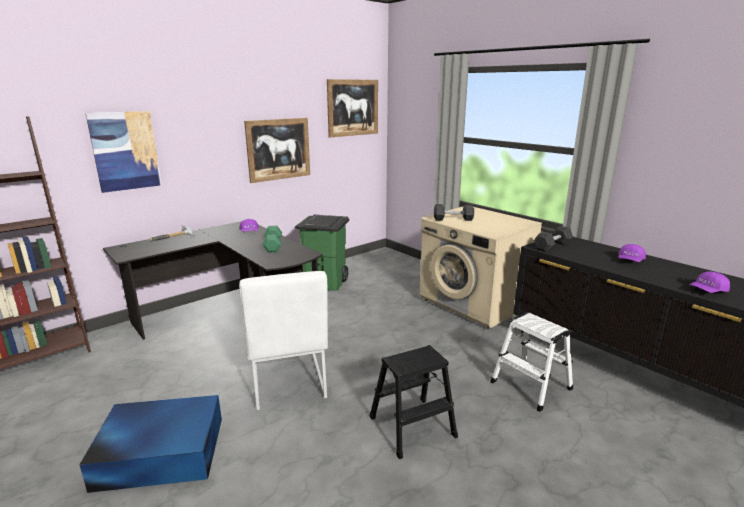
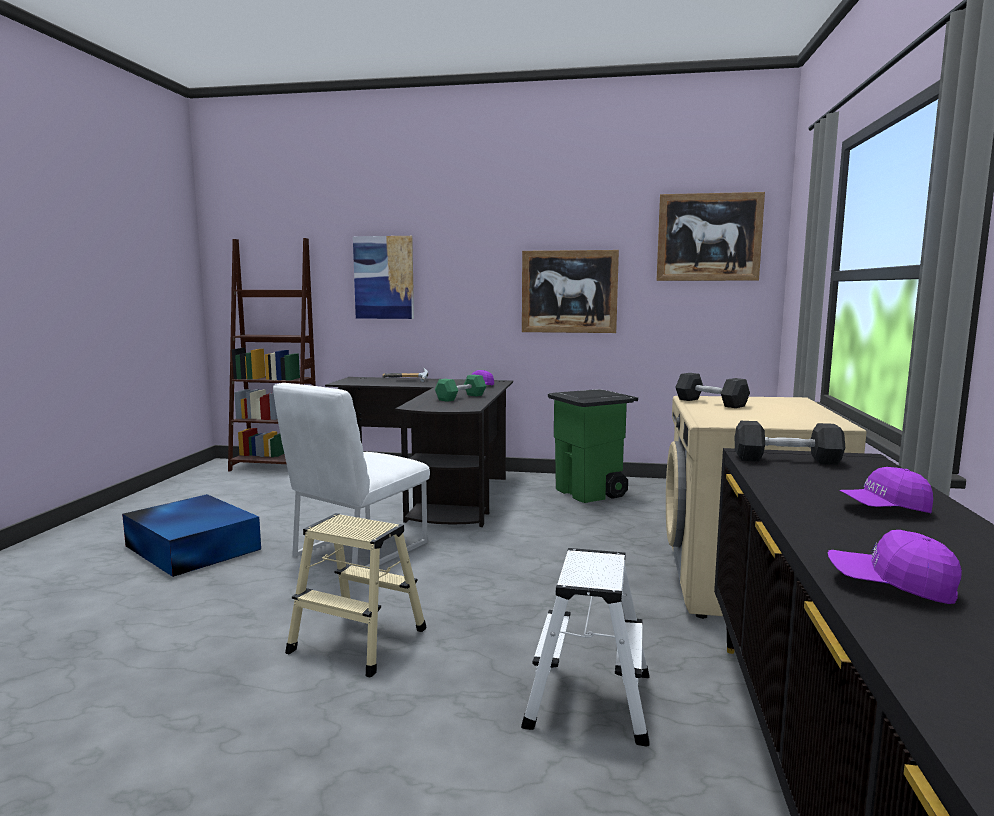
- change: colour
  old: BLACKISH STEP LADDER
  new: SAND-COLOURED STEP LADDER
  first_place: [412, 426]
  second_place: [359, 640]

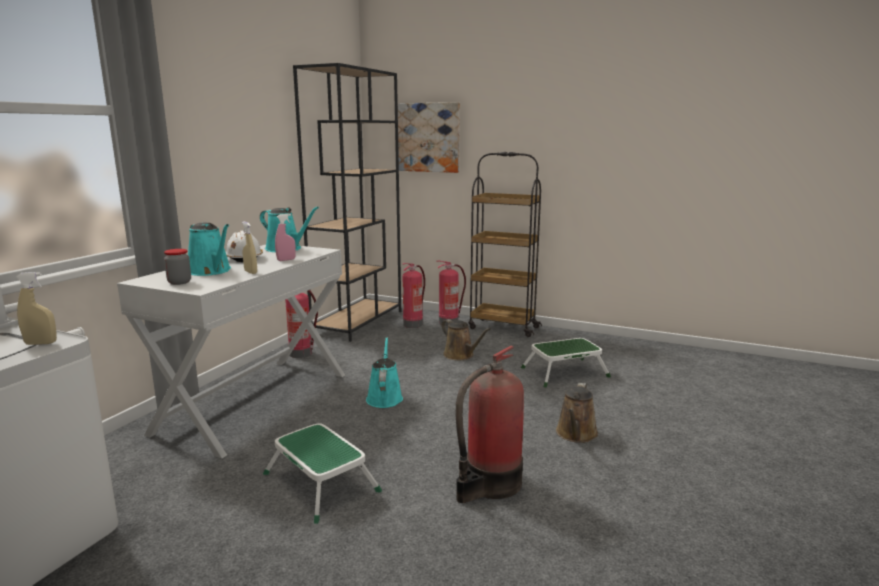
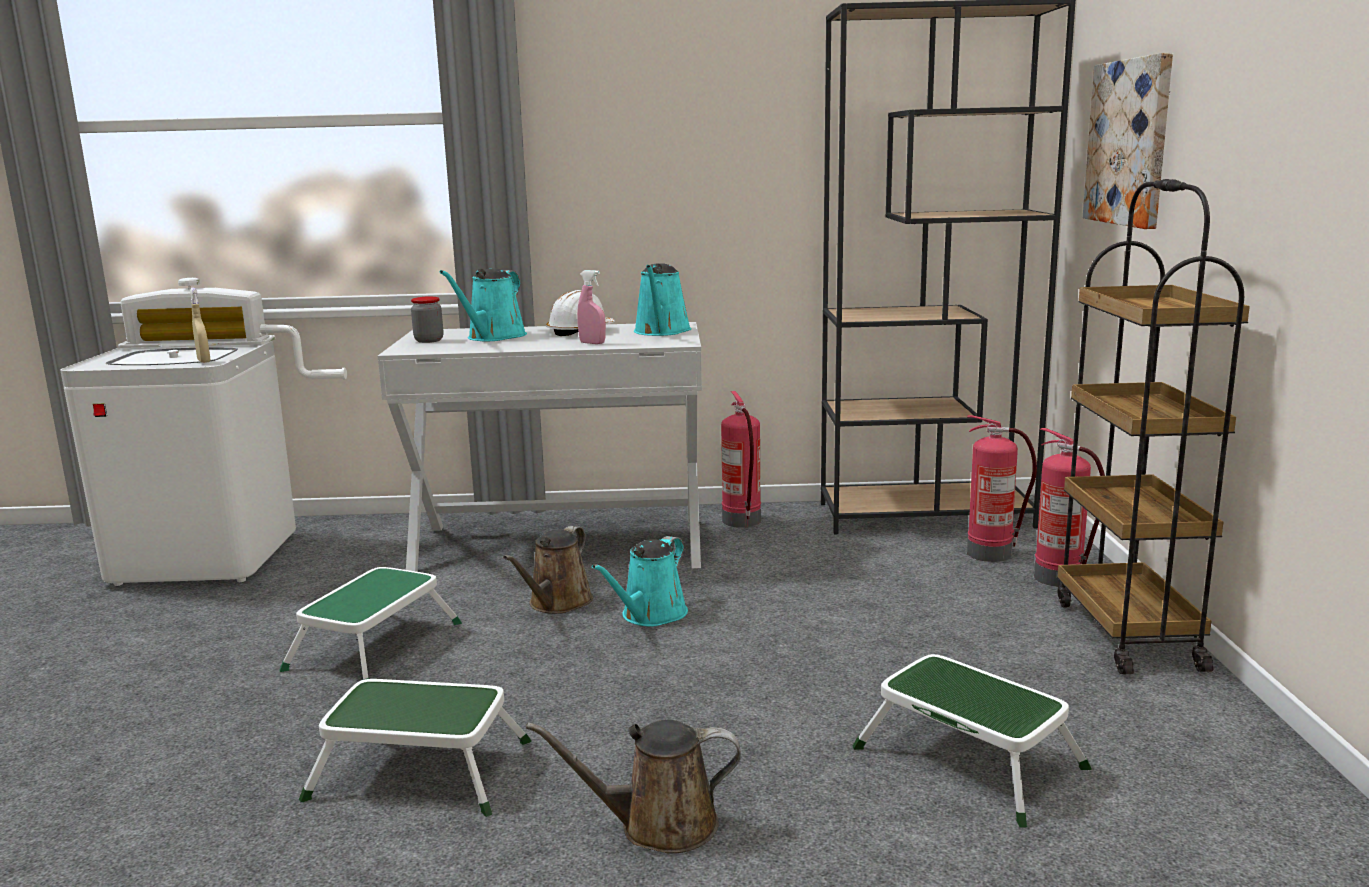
- change: missing
  old: SAND-COLOURED HAND SPRAYER
  first_place: [250, 272]
- change: spun
  old: TURQUOISE-COLOURED WATERING POT
  first_place: [384, 397]
  second_place: [650, 615]
  degrees: 150
- change: relocated
  old: BROWN WATERING POT
  first_place: [460, 355]
  second_place: [557, 603]
- change: exchanged
  old: EXTINGUISHER
  new: GREEN-COLOURED STEP LADDER
  first_place: [490, 484]
  second_place: [420, 769]

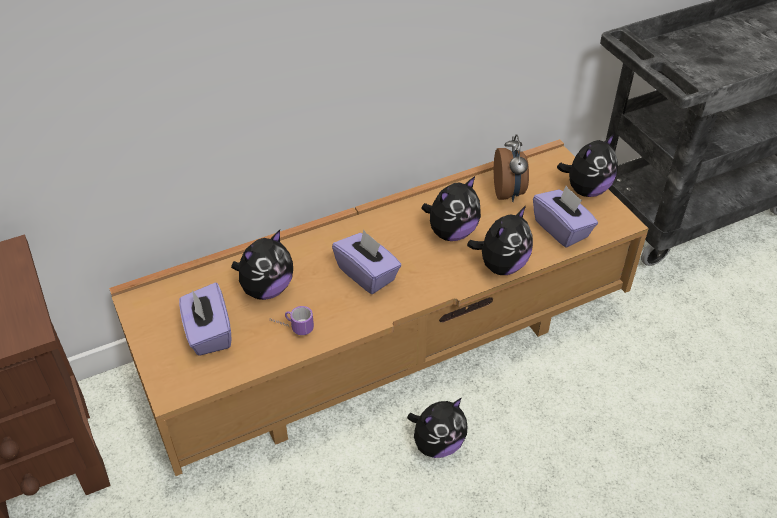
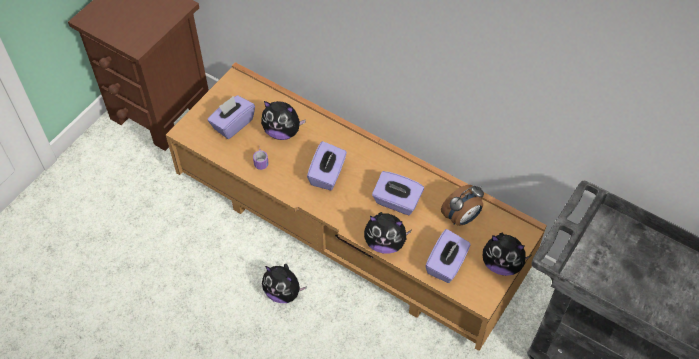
- change: exchanged
  old: CUDDLY TOY
  new: PURPLISH TISSUE HOLDER
  first_place: [451, 232]
  second_place: [396, 202]

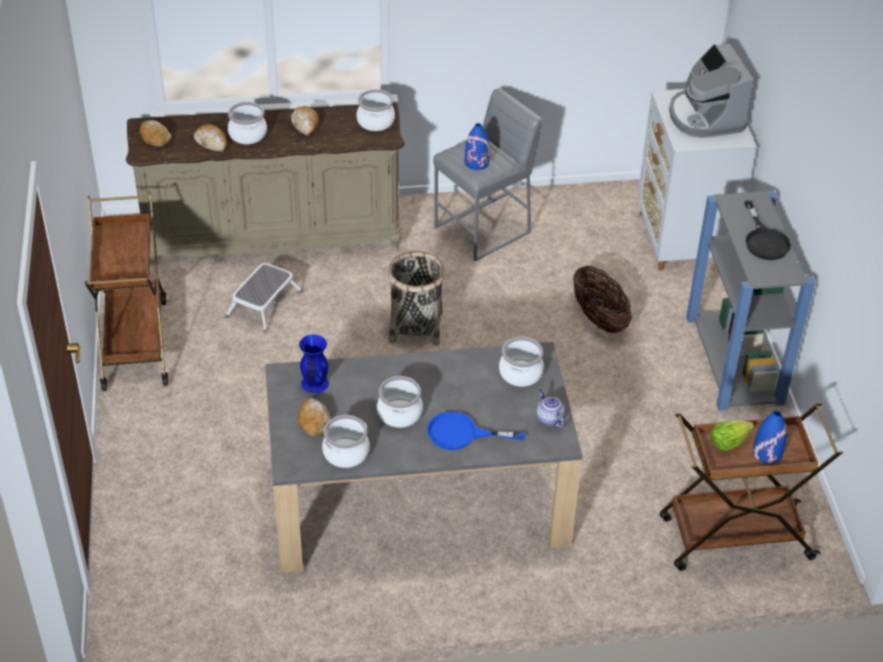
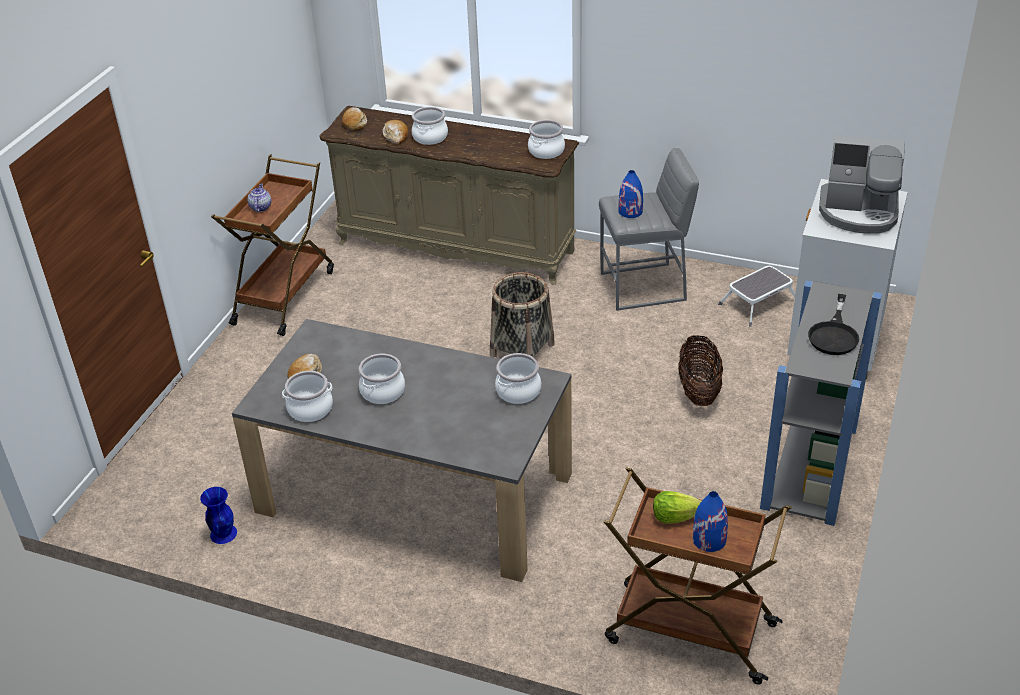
- change: relocated
  old: GREYISH STEP LADDER
  first_place: [264, 304]
  second_place: [759, 303]
- change: missing
  old: BAKED BREAD
  first_place: [306, 124]
- change: relocated
  old: BLUE-COLOURED FLOWER VASE
  first_place: [314, 383]
  second_place: [223, 533]
- change: missing
  old: BLUE-COLOURED PAN
  first_place: [461, 434]
- change: relocated
  old: TEA POT
  first_place: [549, 418]
  second_place: [260, 207]
- change: spun
  old: COFFEE BREWER
  first_place: [705, 117]
  second_place: [859, 212]
  degrees: -90

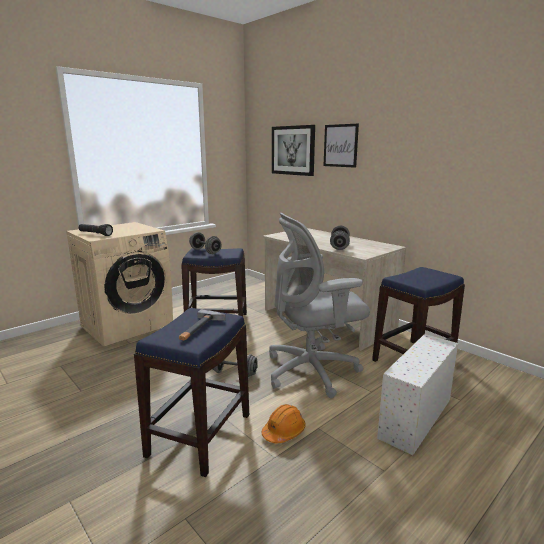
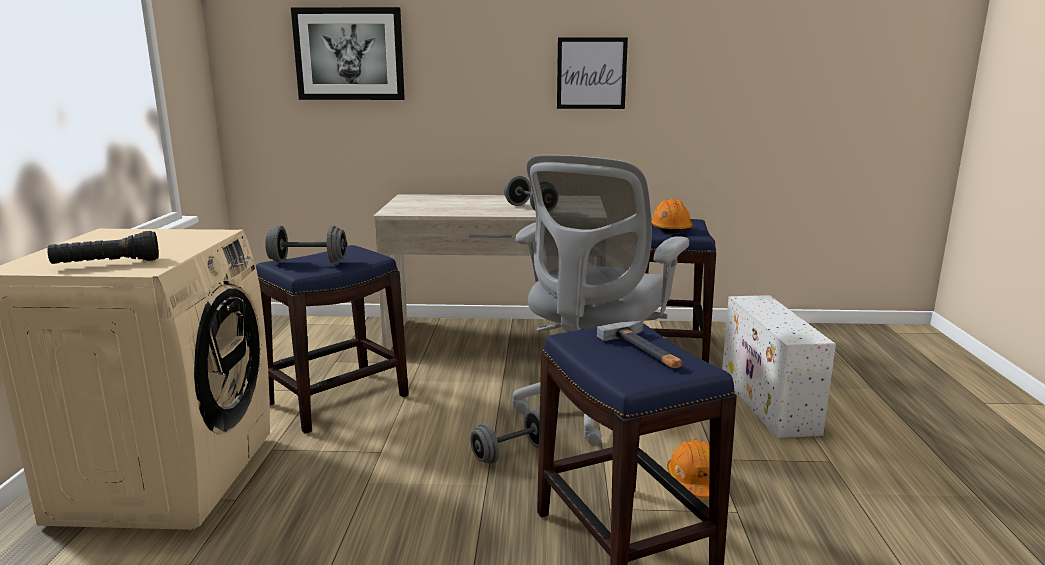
- change: relocated
  old: WALL ART
  first_place: [340, 145]
  second_place: [591, 73]
- change: appeared
  new: ORANGE-COLOURED SAFETY HELMET
  second_place: [670, 229]

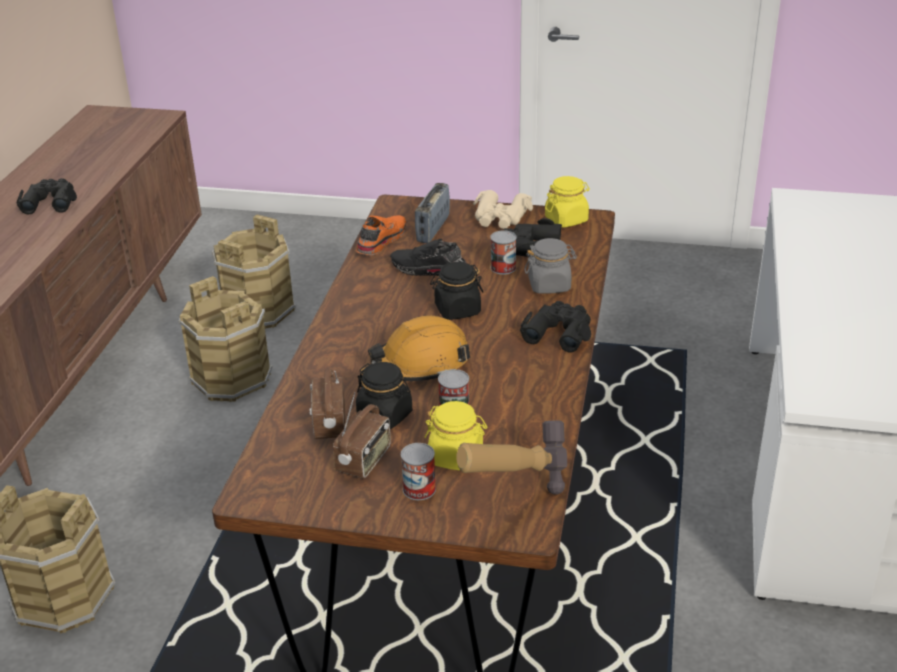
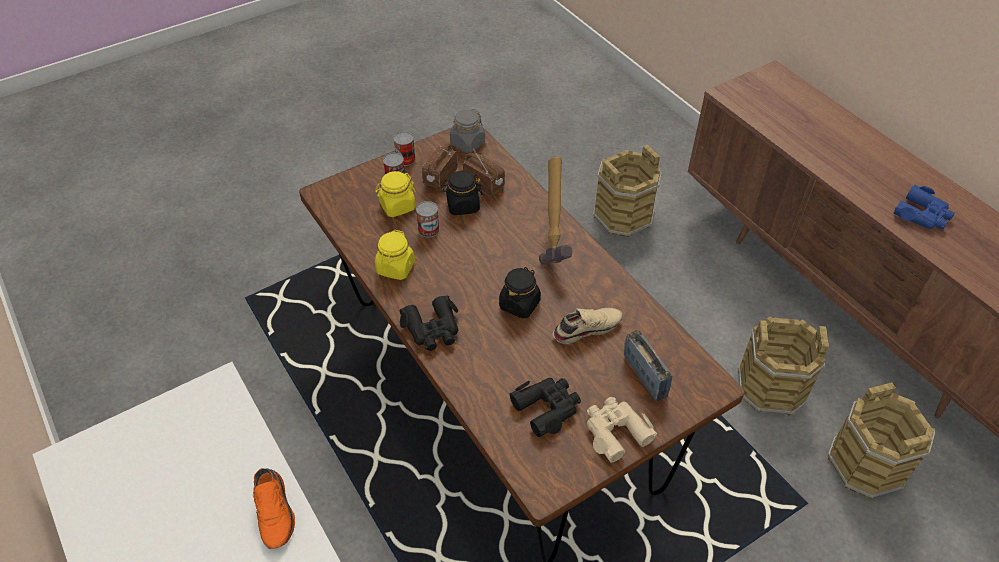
- change: colour
  old: BLACKISH FIELD GLASSES
  new: BLUE-COLOURED FIELD GLASSES
  first_place: [50, 202]
  second_place: [922, 215]
- change: spun
  old: RADIO
  first_place: [364, 461]
  second_place: [440, 177]
  degrees: 45
- change: relocated
  old: ORANGE-COLOURED LOW SHOE
  first_place: [380, 241]
  second_place: [276, 512]
- change: missing
  old: ORANGE-COLOURED SAFETY HELMET
  first_place: [421, 363]
- change: colour
  old: BLACKISH LOW SHOE
  new: SAND-COLOURED LOW SHOE
  first_place: [428, 270]
  second_place: [586, 328]
- change: relocated
  old: HAMMER
  first_place: [512, 503]
  second_place: [556, 243]
- change: relocated
  old: SEALED CAN
  first_place: [503, 268]
  second_place: [405, 159]
- change: relocated
  old: GREYISH JAR
  first_place: [549, 285]
  second_place: [467, 143]
- change: relocated
  old: YELLOWISH JAR
  first_place: [566, 219]
  second_place: [395, 268]

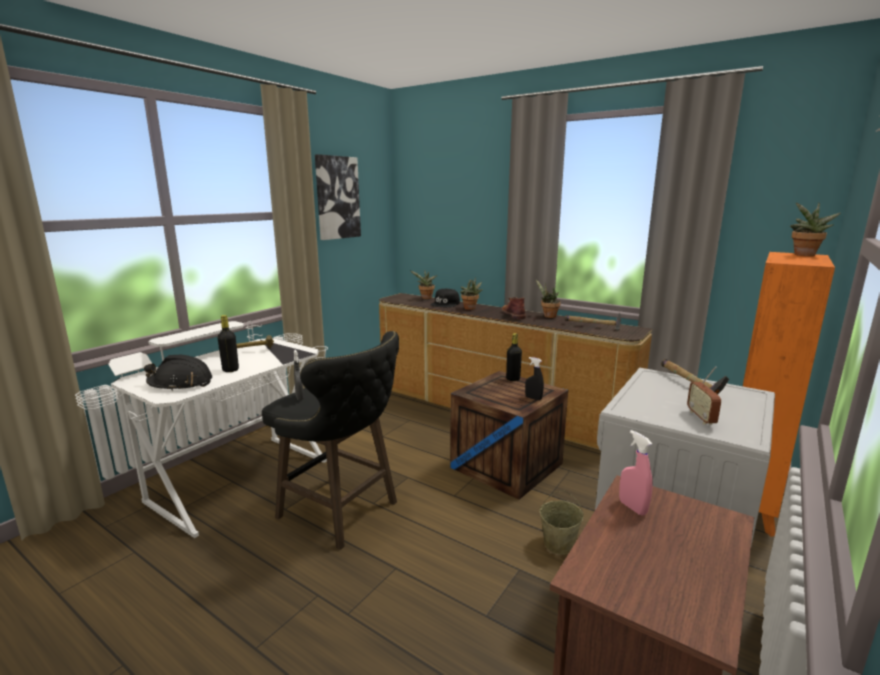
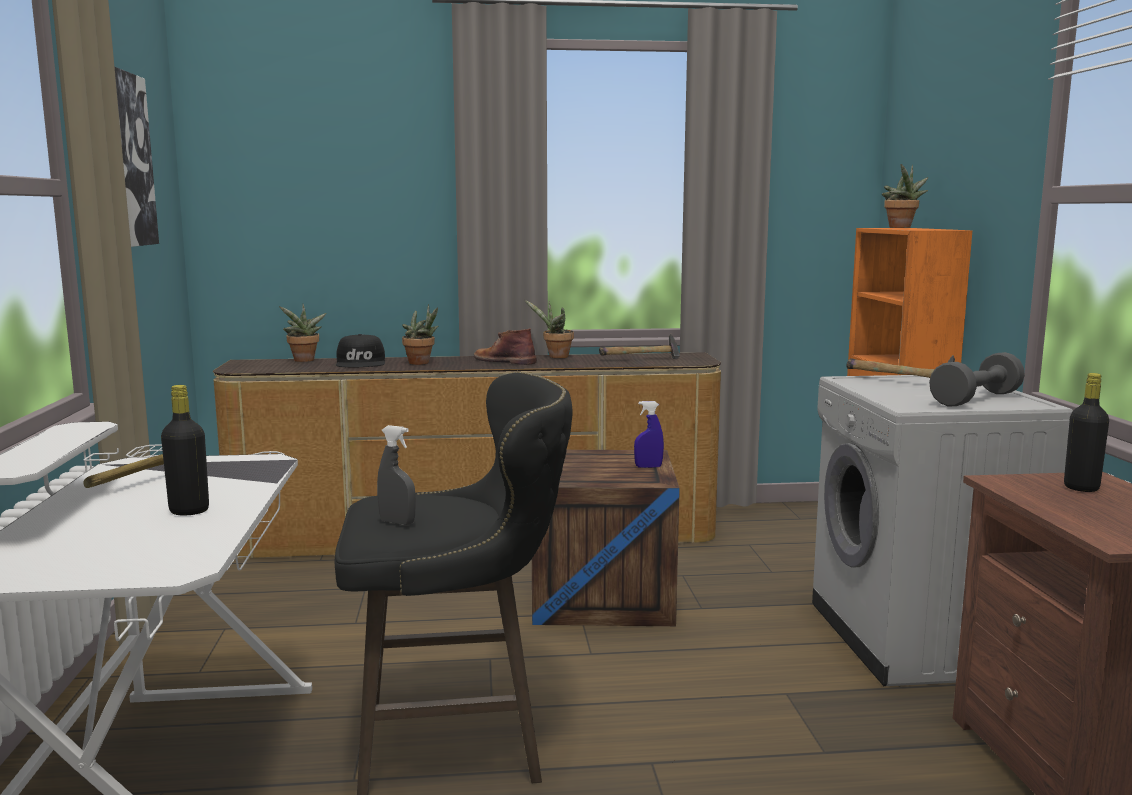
- change: missing
  old: BLACKISH SAFETY HELMET
  first_place: [180, 384]
- change: relocated
  old: BLACKISH BEVERAGE BOTTLE
  first_place: [513, 379]
  second_place: [1081, 488]
- change: colour
  old: BLACKISH HAND SPRAYER
  new: BLUE-COLOURED HAND SPRAYER
  first_place: [533, 398]
  second_place: [648, 467]
- change: missing
  old: SAND-COLOURED WATER BUCKET
  first_place: [559, 544]
- change: missing
  old: PINK-COLOURED HAND SPRAYER
  first_place: [632, 507]
- change: exchanged
  old: RADIO
  new: GREYISH DUMBBELL
  first_place: [701, 418]
  second_place: [975, 399]

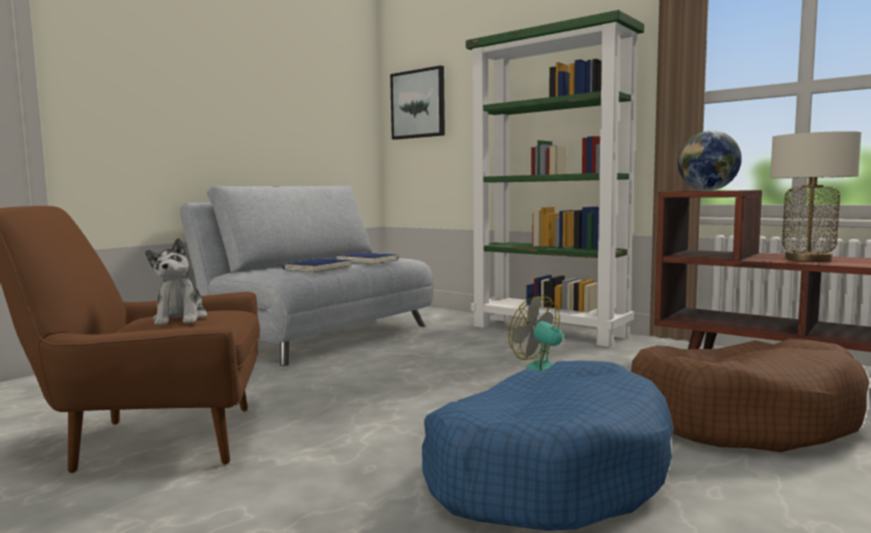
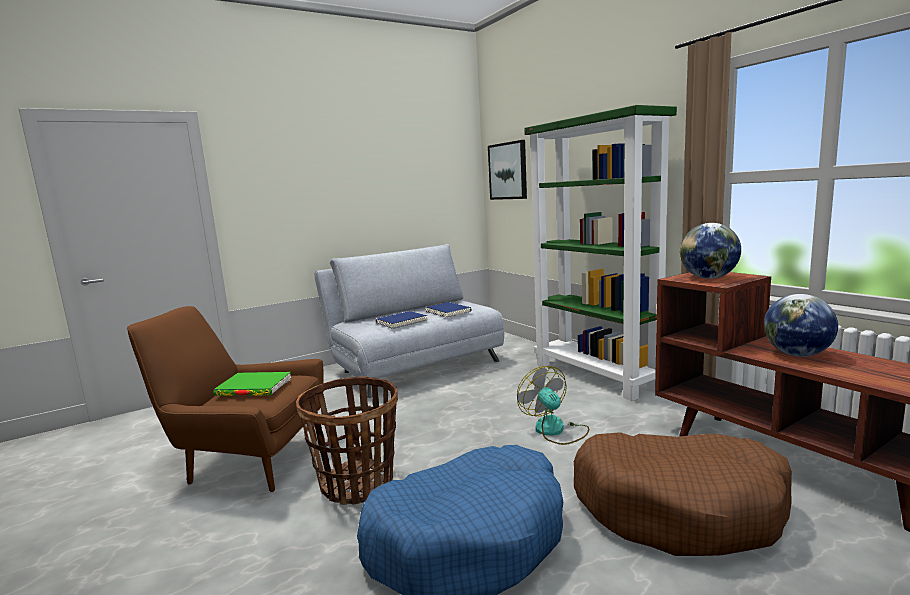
- change: exchanged
  old: CUDDLY TOY
  new: GREEN-COLOURED BOOK
  first_place: [180, 318]
  second_place: [254, 387]
- change: exchanged
  old: TABLE LAMP
  new: DESK GLOBE
  first_place: [807, 259]
  second_place: [796, 354]
- change: appeared
  new: STORAGE BASKET
  second_place: [357, 484]

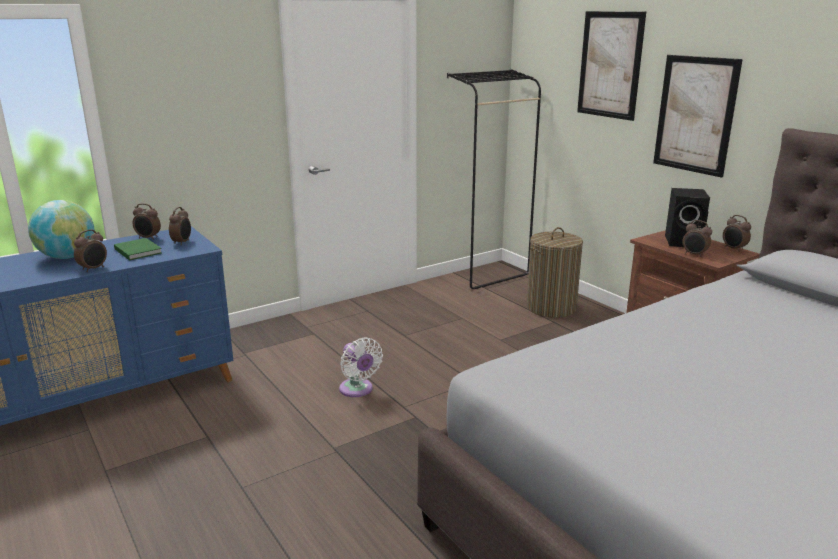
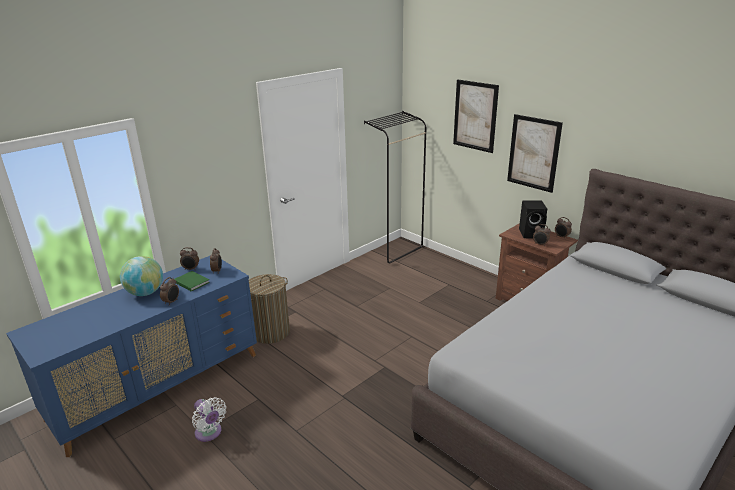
- change: relocated
  old: WHITE COOLING FAN
  first_place: [357, 390]
  second_place: [209, 433]
- change: relocated
  old: LAUNDRY BASKET
  first_place: [551, 307]
  second_place: [270, 332]

